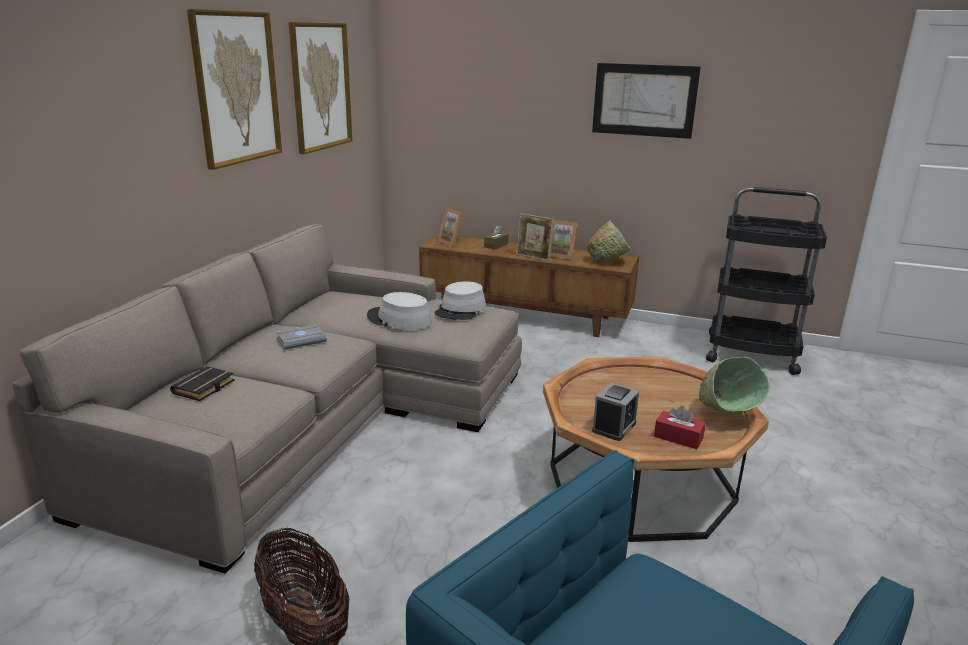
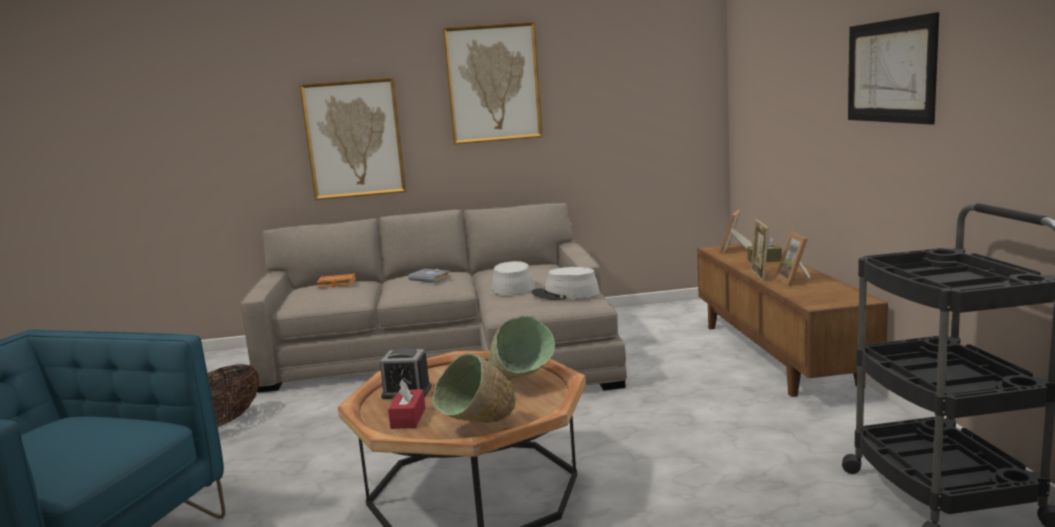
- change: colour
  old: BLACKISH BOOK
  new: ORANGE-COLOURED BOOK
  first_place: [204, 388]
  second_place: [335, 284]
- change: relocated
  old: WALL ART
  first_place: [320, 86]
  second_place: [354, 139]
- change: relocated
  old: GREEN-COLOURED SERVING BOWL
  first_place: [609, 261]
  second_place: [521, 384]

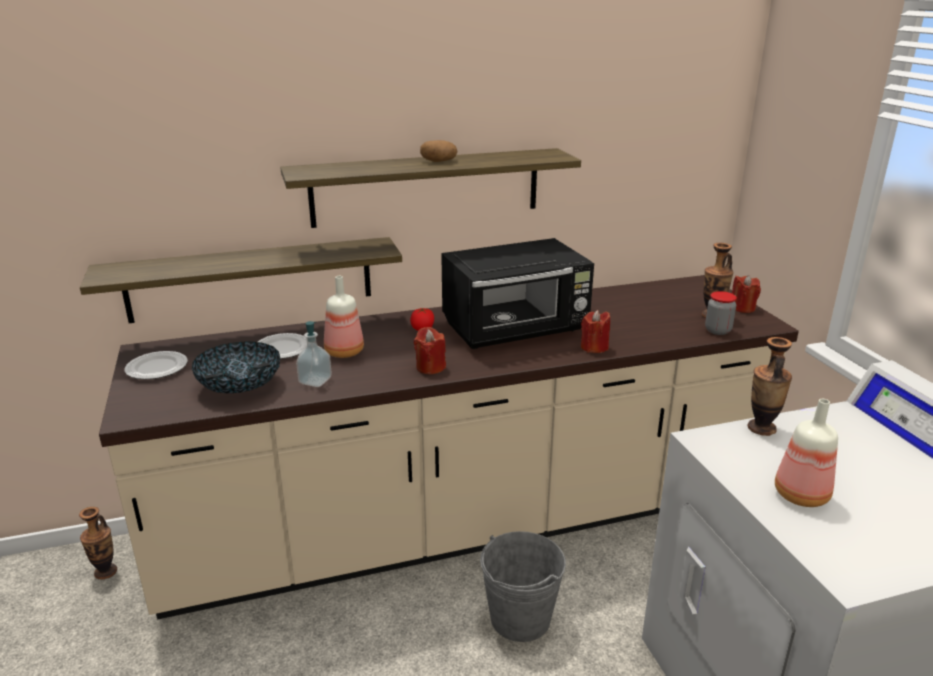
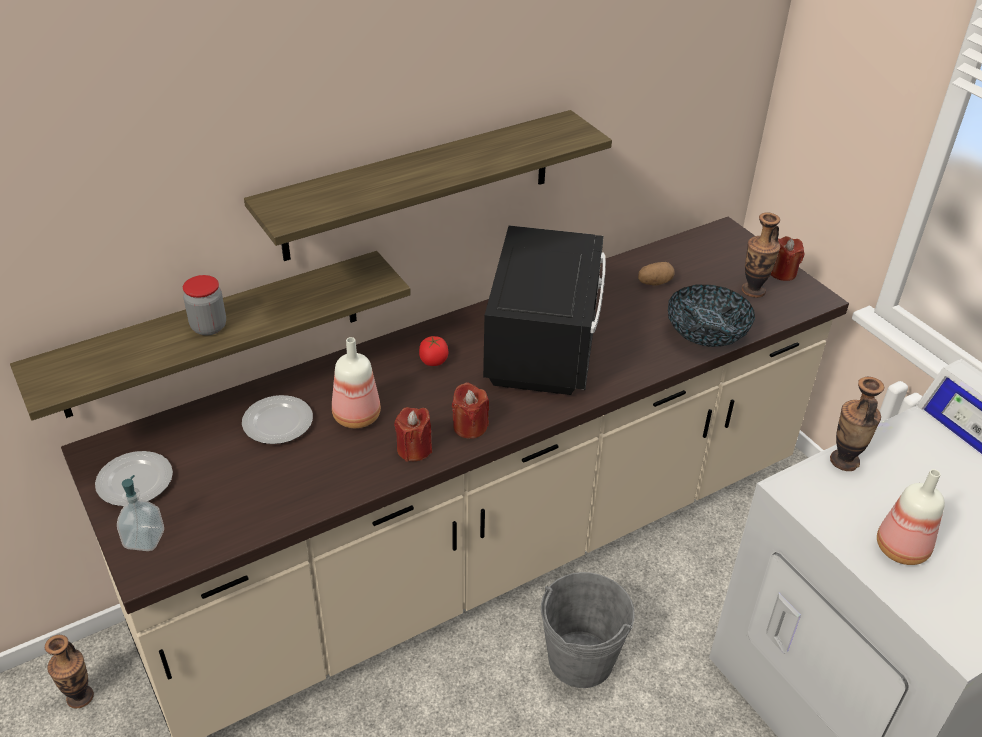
- change: relocated
  old: SERVING BOWL
  first_place: [240, 386]
  second_place: [706, 333]
- change: relocated
  old: SOAP DISPENSER
  first_place: [315, 381]
  second_place: [144, 539]
- change: relocated
  old: POTATO
  first_place: [439, 161]
  second_place: [655, 282]
- change: spun
  old: BLACKISH MICROWAVE OVEN
  first_place: [516, 329]
  second_place: [544, 346]
  degrees: -45
- change: relocated
  old: RED-COLOURED WAX LIGHT
  first_place: [594, 347]
  second_place: [414, 449]
- change: relocated
  old: JAR
  first_place: [717, 330]
  second_place: [209, 327]

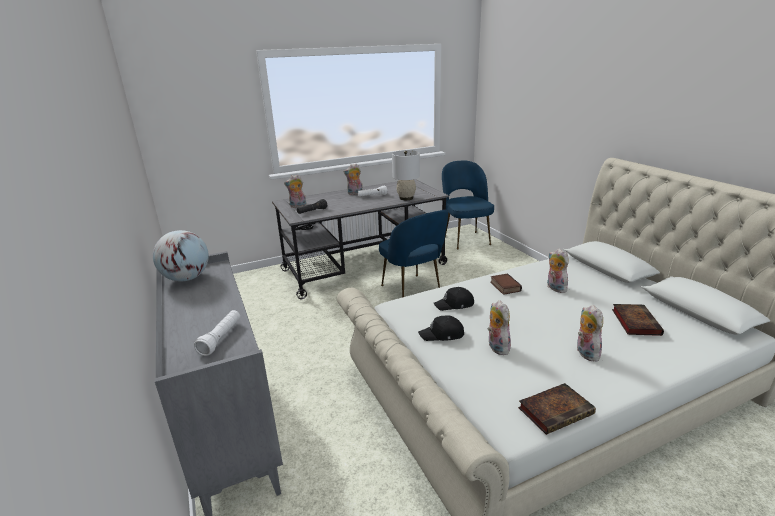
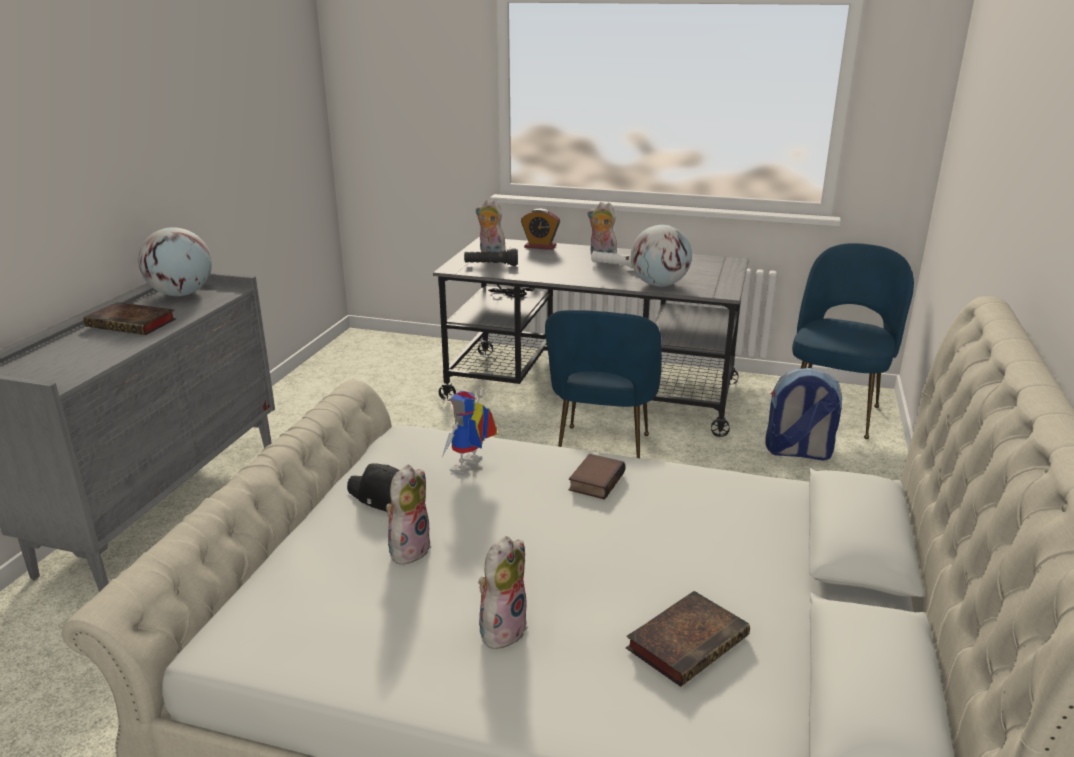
- change: missing
  old: WHITE HAND TORCH
  first_place: [221, 338]
- change: exchanged
  old: WHITE TABLE LAMP
  new: DESK GLOBE
  first_place: [406, 198]
  second_place: [659, 285]
- change: exchanged
  old: BLACKISH BASEBALL CAP
  new: MODEL ROBOT
  first_place: [454, 304]
  second_place: [469, 468]
- change: relocated
  old: BOOK
  first_place: [556, 410]
  second_place: [134, 323]
- change: missing
  old: CUDDLY TOY
  first_place: [554, 288]
- change: appeared
  new: ALARM CLOCK
  second_place: [540, 246]
- change: appeared
  new: BACKPACK
  second_place: [797, 452]

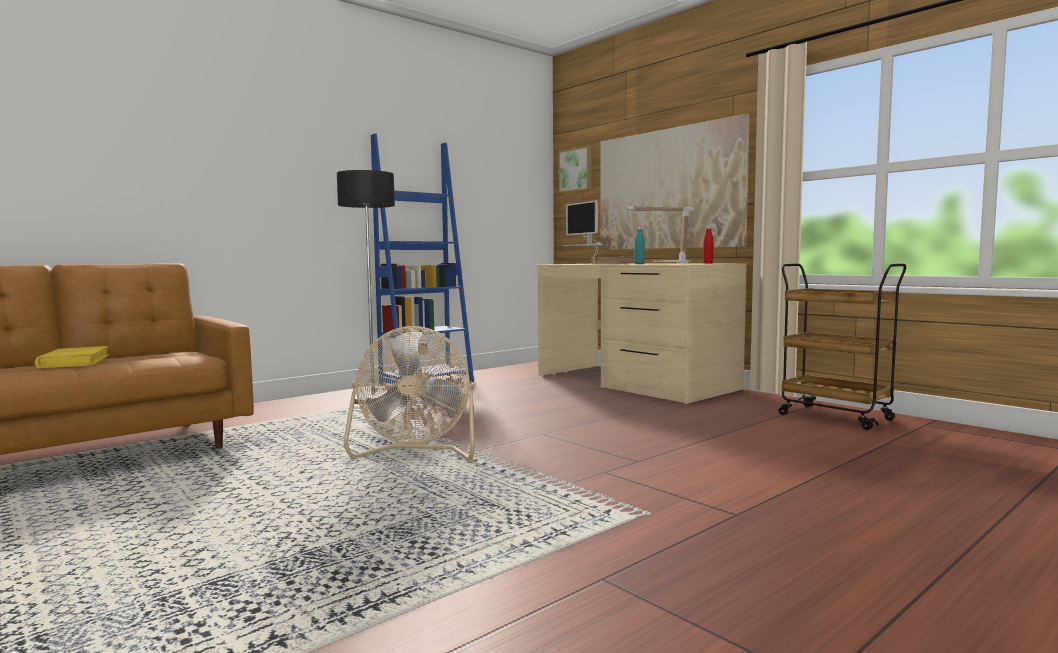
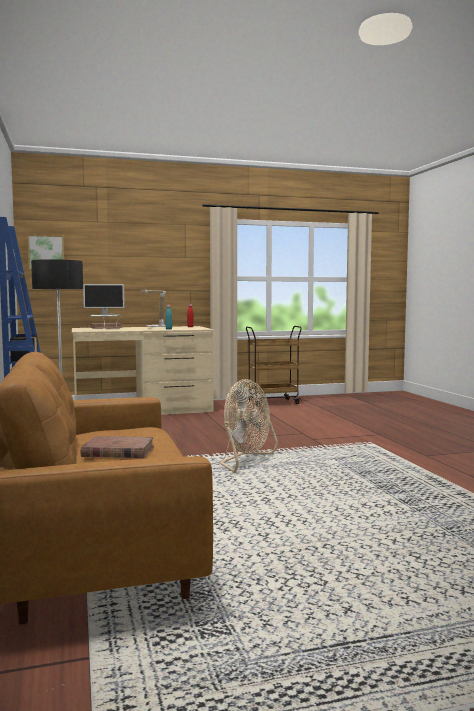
- change: colour
  old: YELLOWISH BOOK
  new: BROWN BOOK
  first_place: [75, 362]
  second_place: [117, 451]
- change: missing
  old: WALL ART
  first_place: [668, 189]

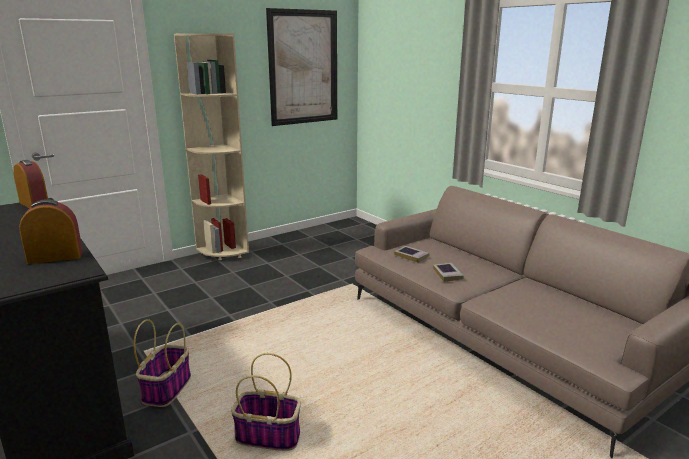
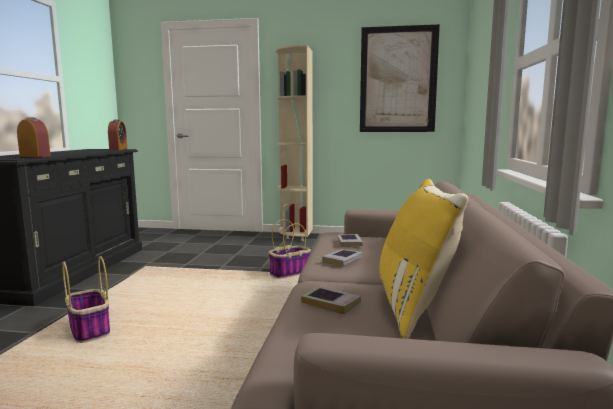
- change: relocated
  old: STORAGE BASKET
  first_place: [167, 388]
  second_place: [290, 273]
- change: appeared
  new: BOOK
  second_place: [331, 303]
- change: appeared
  new: YELLOWISH PILLOW
  second_place: [415, 307]

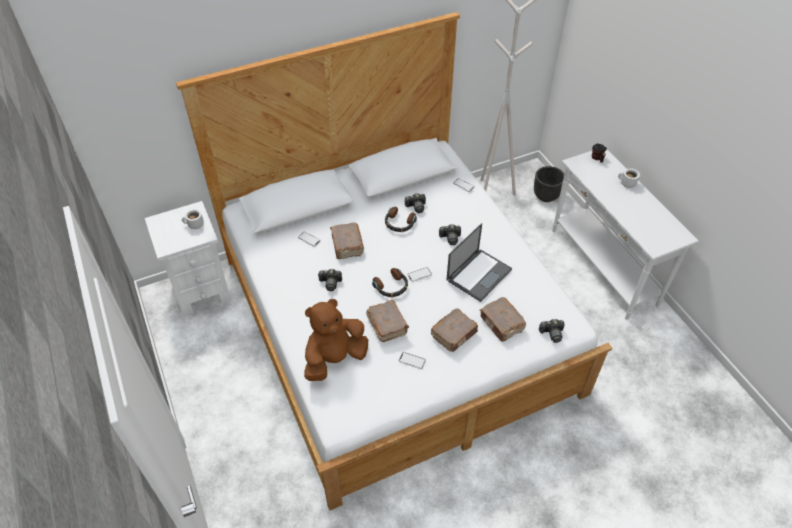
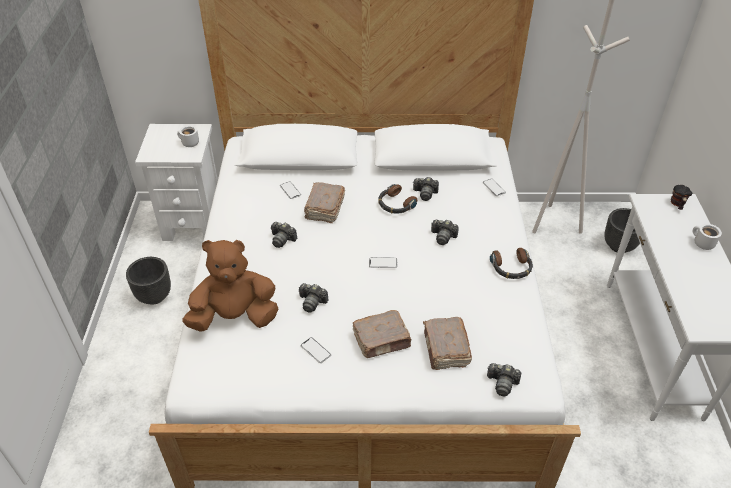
- change: exchanged
  old: BROWN BOOK
  new: STILL CAMERA
  first_place: [387, 325]
  second_place: [312, 302]
- change: relocated
  old: PAIR OF HEADPHONES
  first_place: [391, 286]
  second_place: [511, 268]
- change: missing
  old: PORTABLE COMPUTER
  first_place: [479, 274]
- change: appeared
  new: BLACKISH FLOWER POT
  second_place: [154, 296]

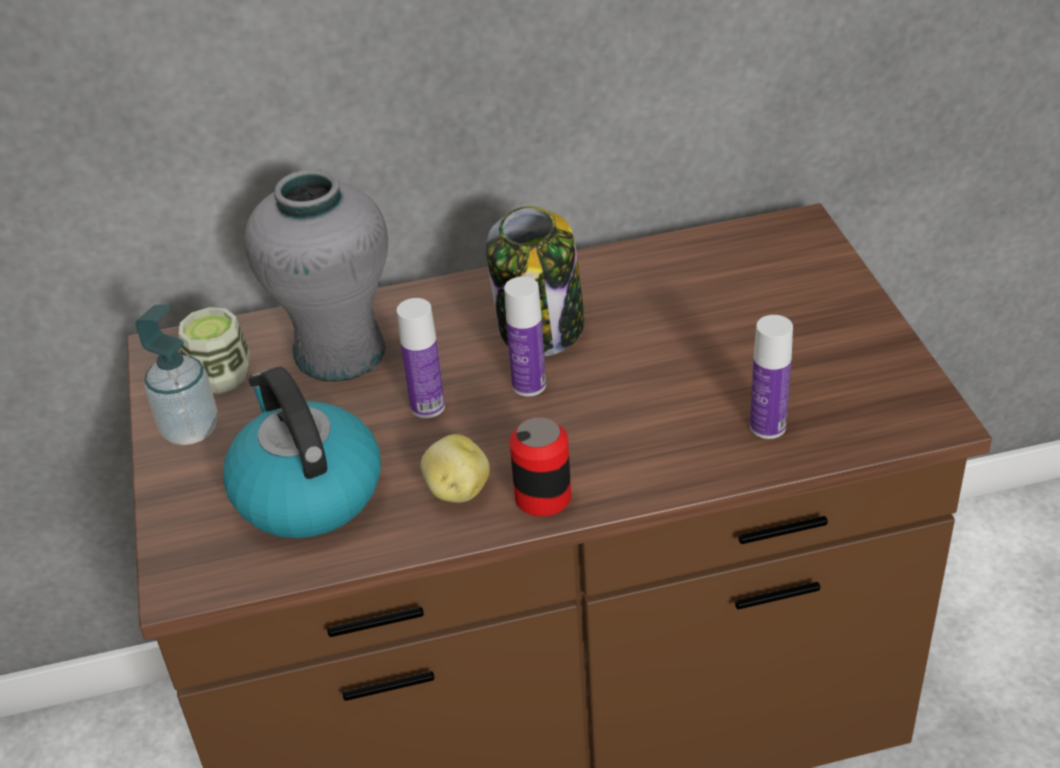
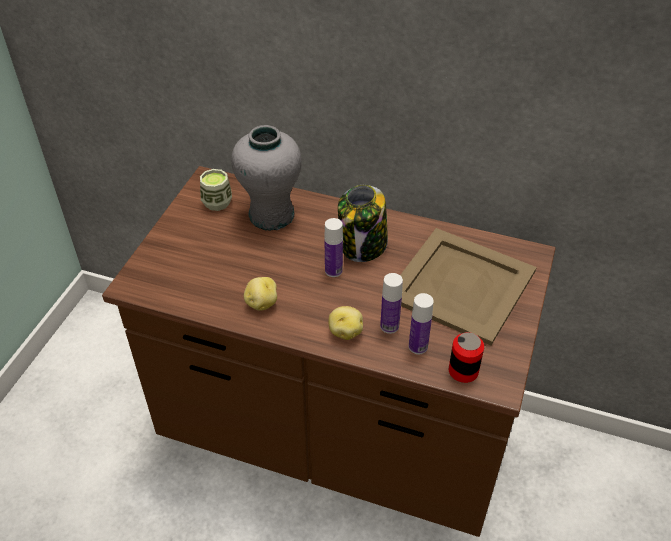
- change: missing
  old: SOAP DISPENSER
  first_place: [190, 430]
- change: missing
  old: TEA KETTLE
  first_place: [306, 491]
- change: relocated
  old: BEVERAGE BOTTLE
  first_place: [427, 406]
  second_place: [389, 326]
- change: relocated
  old: SEALED CAN
  first_place: [543, 498]
  second_place: [463, 371]
- change: appeared
  new: POTATO
  second_place: [345, 331]
- change: appeared
  new: SAND-COLOURED TRAY
  second_place: [460, 283]

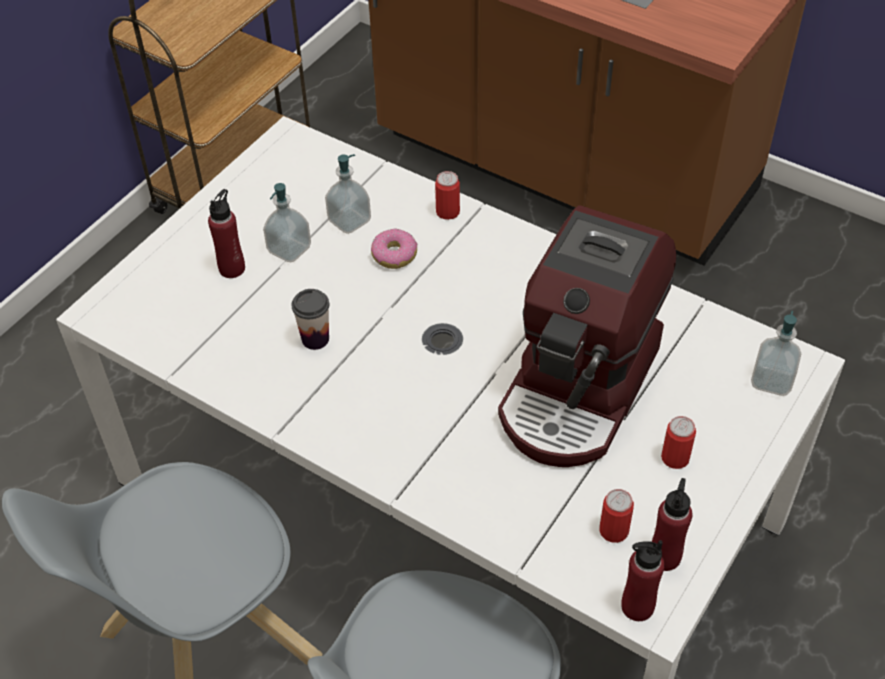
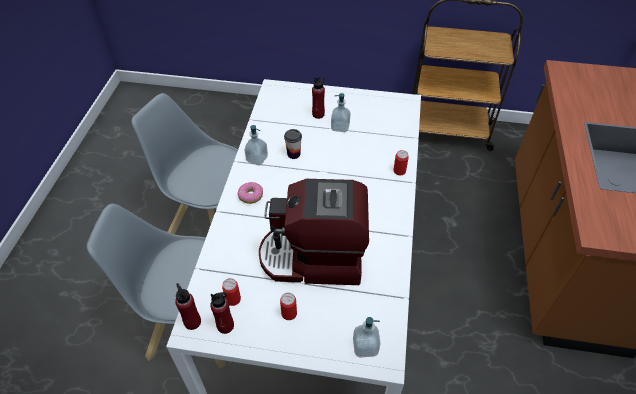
- change: relocated
  old: SOAP DISPENSER
  first_place: [349, 221]
  second_place: [257, 159]
- change: relocated
  old: DOUGHNUT
  first_place: [394, 255]
  second_place: [251, 195]

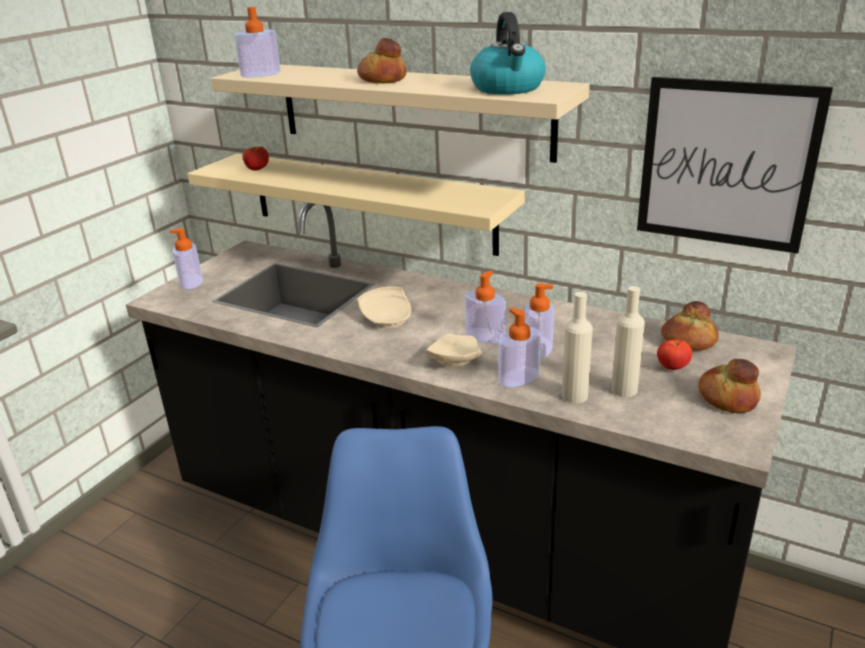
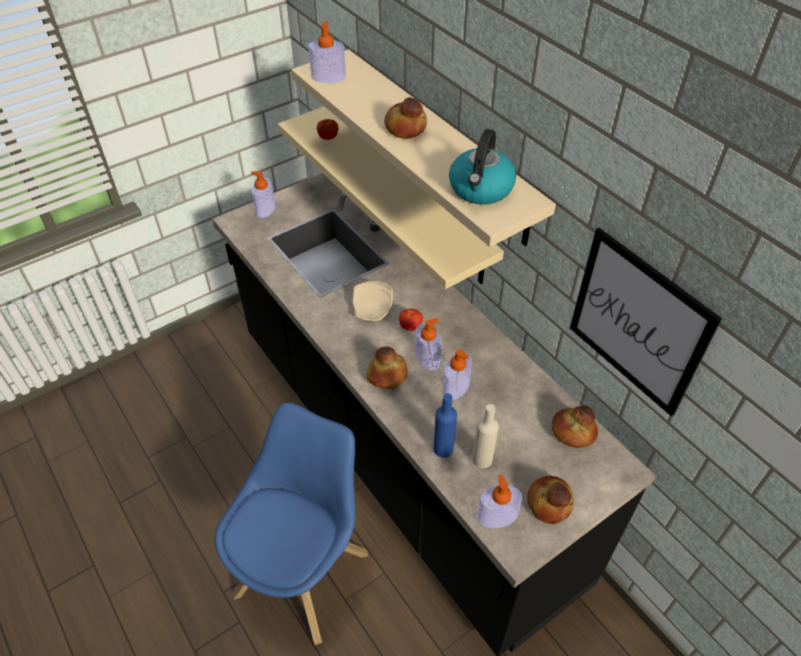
- change: exchanged
  old: SAND-COLOURED FLAT DISH
  new: BAKED BREAD
  first_place: [453, 361]
  second_place: [387, 375]
- change: relocated
  old: SOAP DISPENSER
  first_place: [518, 377]
  second_place: [497, 516]
- change: colour
  old: SAND-COLOURED BEVERAGE BOTTLE
  new: BLUE-COLOURED BEVERAGE BOTTLE
  first_place: [574, 395]
  second_place: [443, 448]
- change: relocated
  old: WHOLE TOMATO
  first_place: [672, 367]
  second_place: [410, 327]

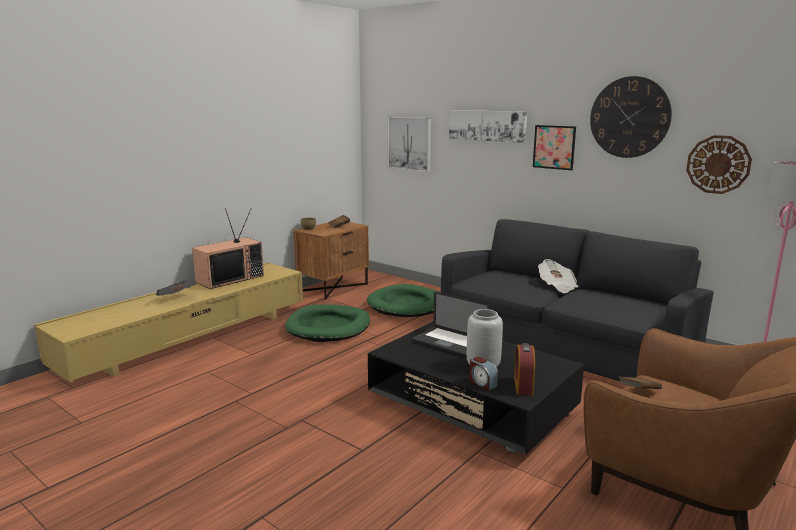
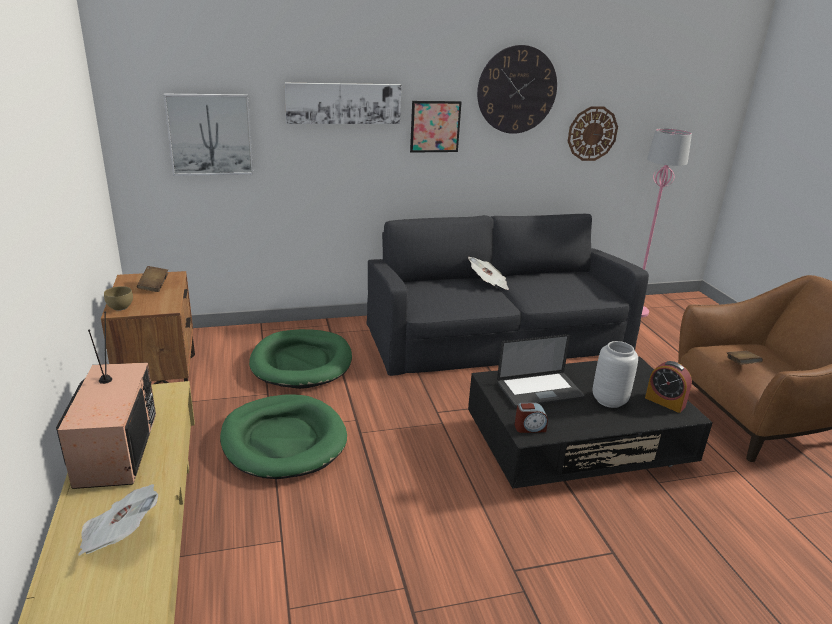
- change: relocated
  old: ALARM CLOCK
  first_place: [482, 383]
  second_place: [529, 427]

